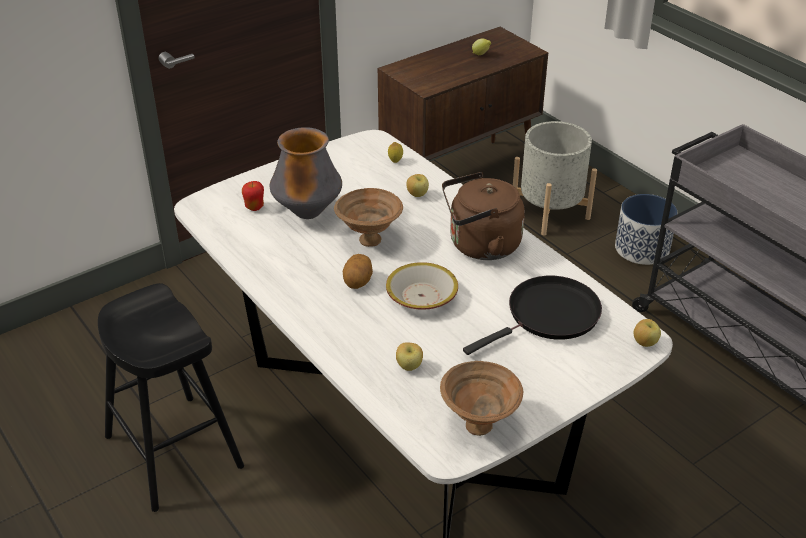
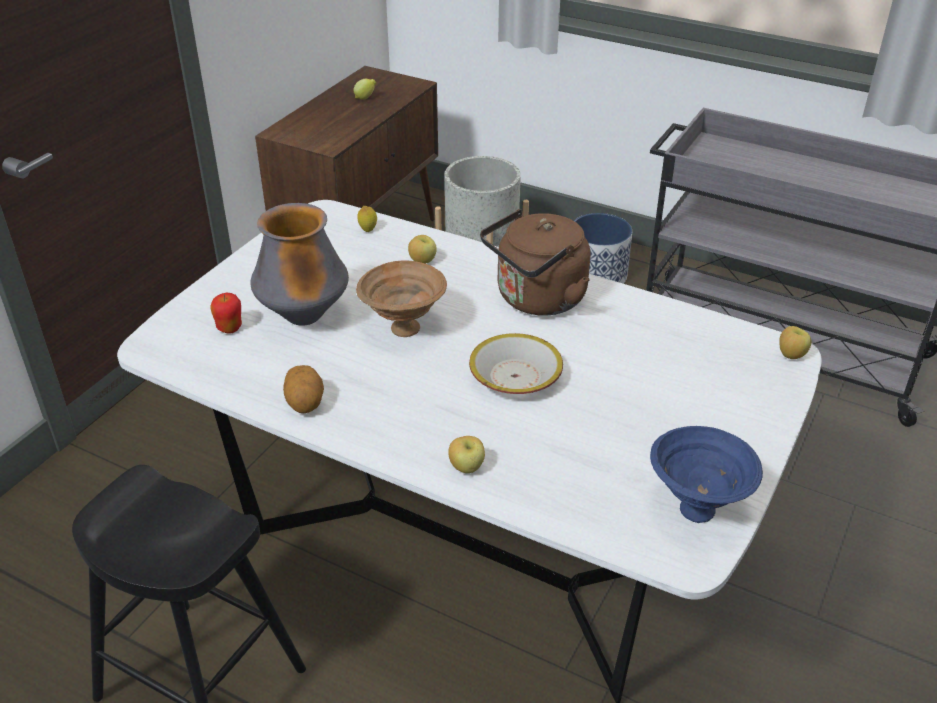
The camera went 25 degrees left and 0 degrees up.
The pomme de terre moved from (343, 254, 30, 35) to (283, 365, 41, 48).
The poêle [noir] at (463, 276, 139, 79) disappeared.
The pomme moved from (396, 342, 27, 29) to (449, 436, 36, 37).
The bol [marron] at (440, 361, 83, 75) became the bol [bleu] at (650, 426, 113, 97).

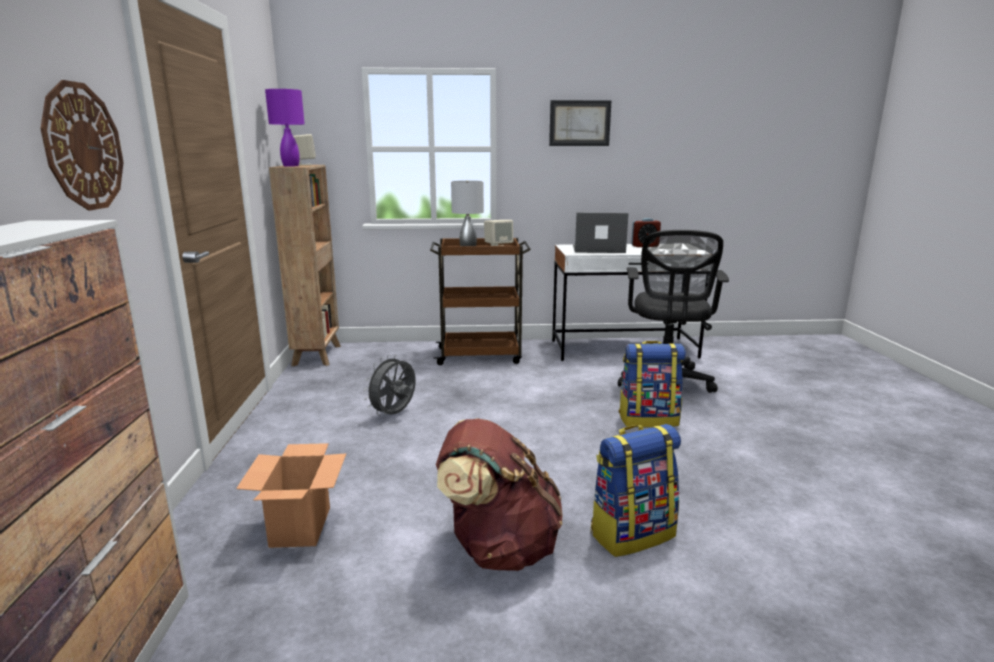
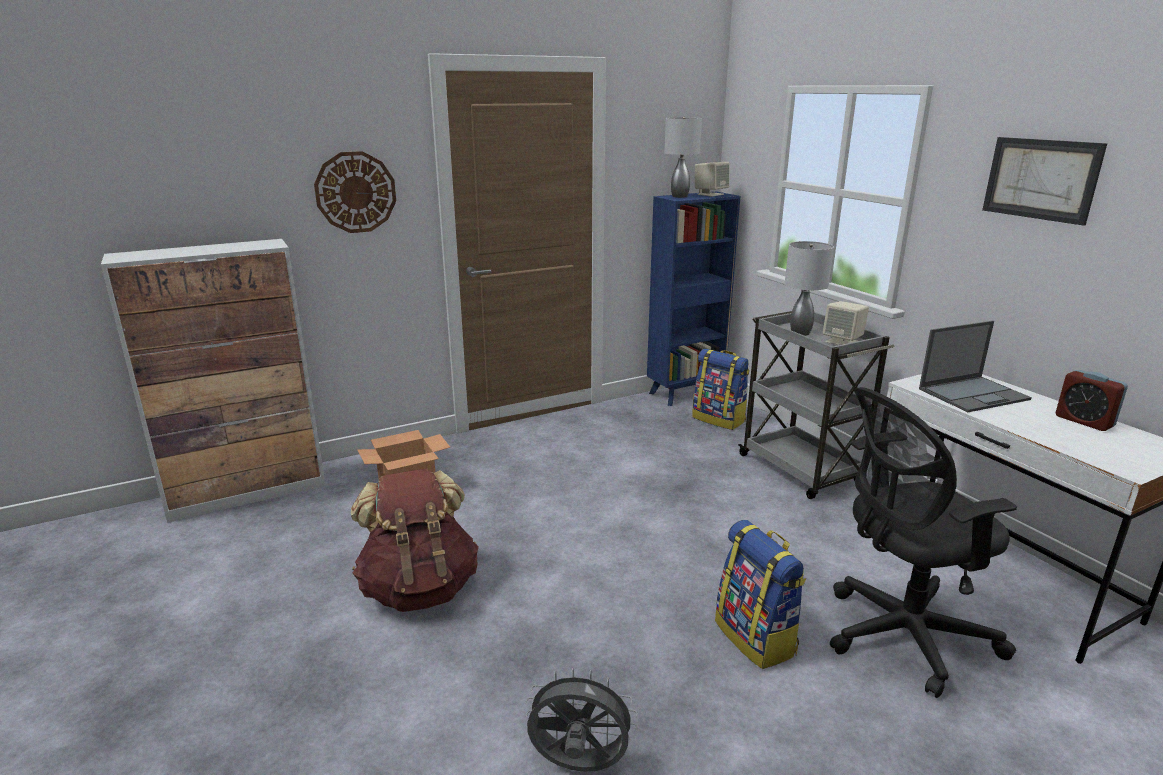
The camera went 65 degrees right and 5 degrees up.
The lampe de table [violet] at (265, 89, 40, 77) became the lampe de table [gris] at (664, 117, 38, 81).
The bibliothèque [marron] at (269, 165, 72, 201) became the bibliothèque [bleu] at (647, 191, 93, 215).
The ordinateur portable at (573, 213, 56, 40) turned 90 degrees clockwise.
The chariot [marron] at (430, 238, 101, 127) became the chariot [gris] at (738, 311, 156, 188).
The ventilateur [gris] moved from (364, 354, 52, 61) to (525, 668, 113, 104).
The sac à dos moved from (591, 424, 90, 133) to (692, 349, 57, 81).

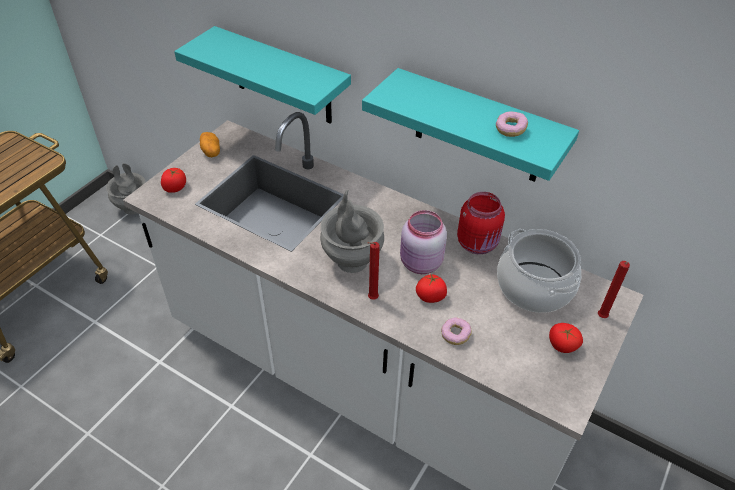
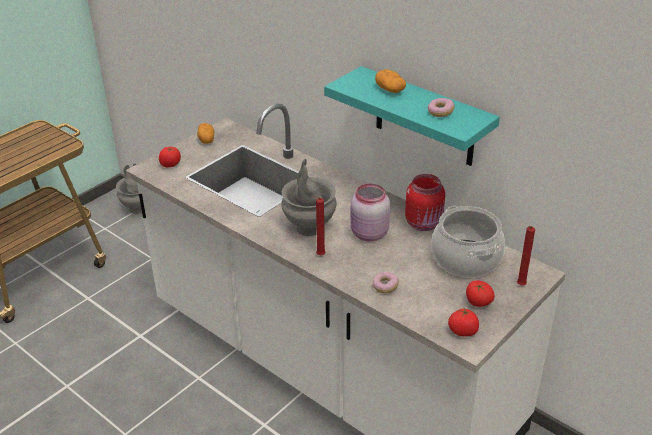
The camera went 10 degrees right and 10 degrees down.
The étagère [turquoise] at (174, 26, 177, 98) disappeared.
The tomate moved from (416, 273, 31, 30) to (448, 308, 31, 28).
The pomme de terre at (375, 69, 31, 24) appeared.

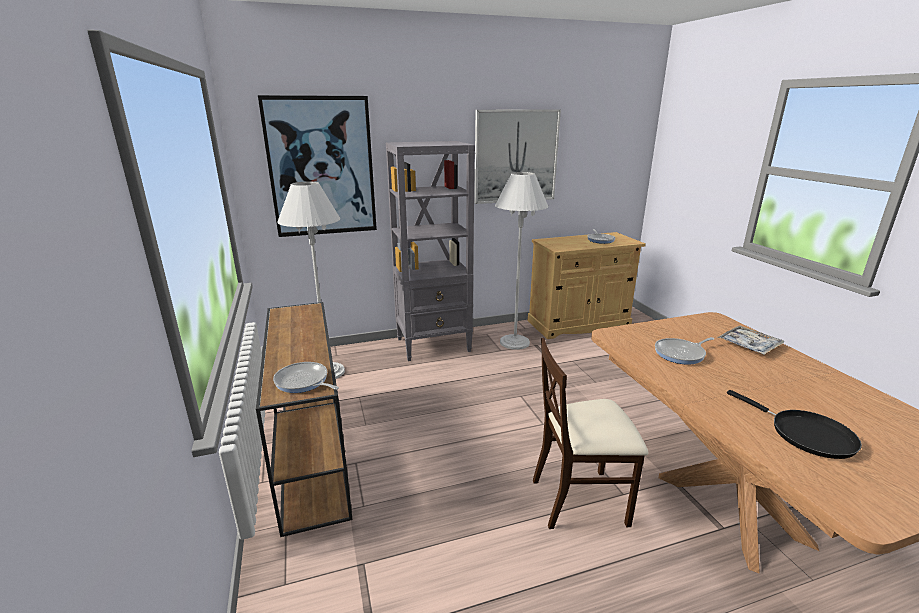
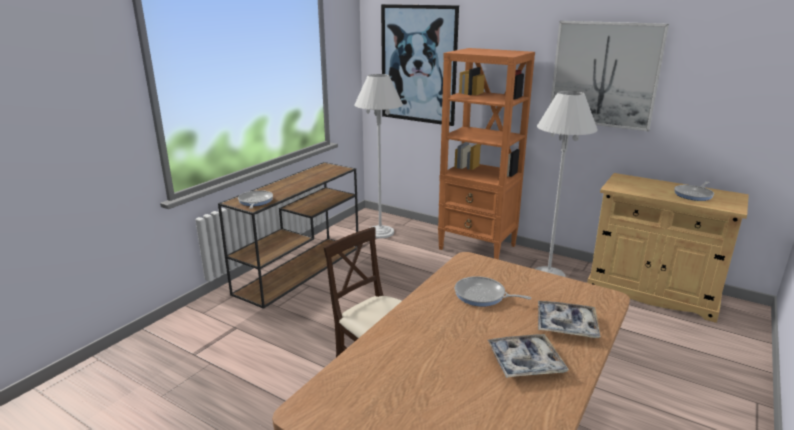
The camera went 50 degrees right and 0 degrees up.
The bibliothèque [gris] at (386, 141, 89, 220) became the bibliothèque [orange] at (438, 48, 97, 212).
The poêle [noir] at (727, 390, 135, 69) disappeared.
The plateau at (487, 334, 82, 44) appeared.

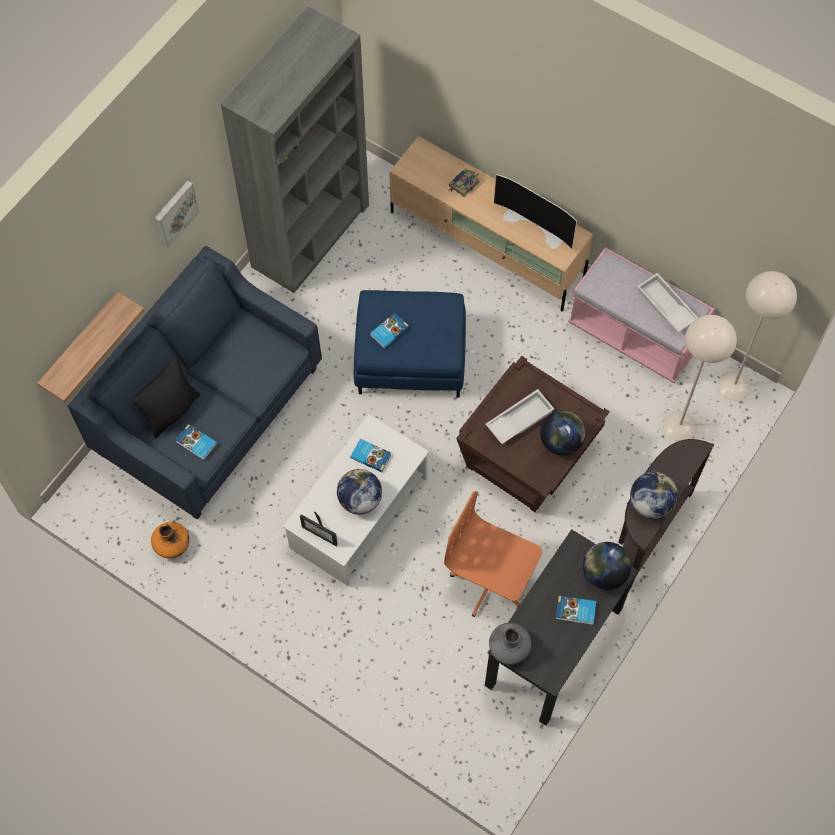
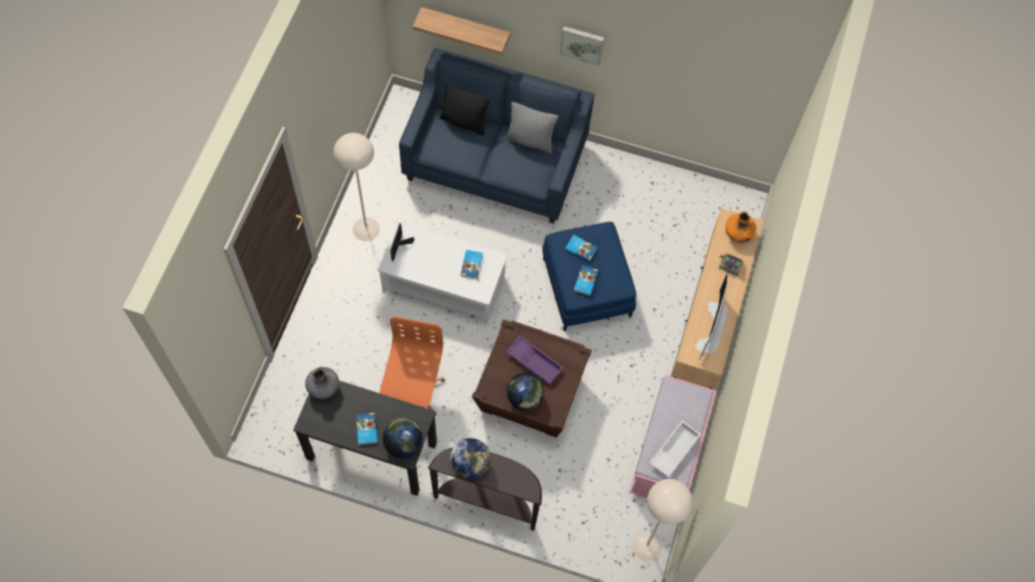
The camera went 70 degrees right and 0 degrees up.
The bibliothèque [gris] at (221, 6, 148, 287) disappeared.
The lampadaire [beige] moved from (663, 315, 74, 126) to (333, 133, 47, 108).
The plateau [blanc] at (486, 389, 68, 55) became the plateau [violet] at (506, 336, 57, 49).
The livre moved from (176, 424, 41, 36) to (574, 265, 25, 31).
The globe at (337, 469, 45, 46) disappeared.
The vase [orange] moved from (151, 522, 38, 37) to (725, 212, 31, 30).
The coussin [gris] at (505, 102, 53, 51) appeared.

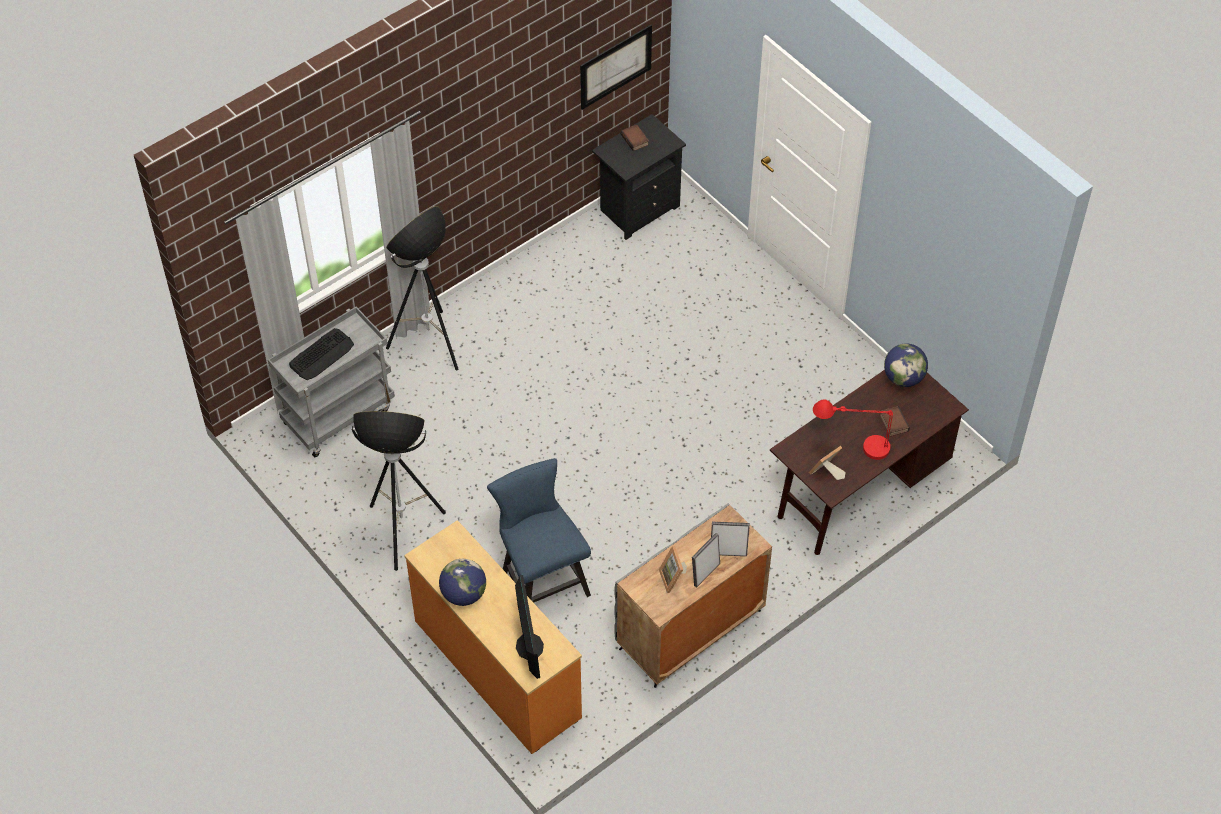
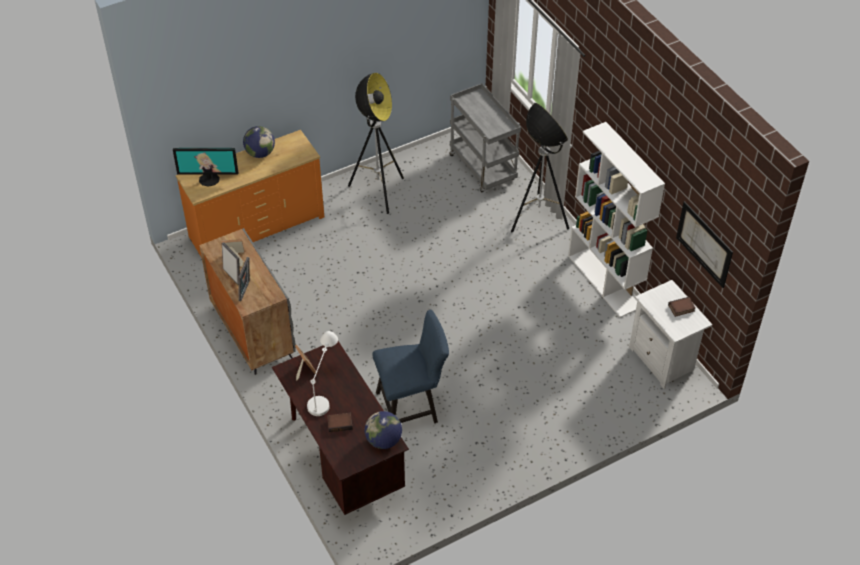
The camera went 100 degrees right and 5 degrees down.
The table de chevet [noir] at (592, 114, 94, 126) became the table de chevet [blanc] at (629, 280, 84, 109).
The clavier at (289, 328, 65, 52) disappeared.
The lampe de table [rouge] at (813, 399, 80, 61) became the lampe de table [blanc] at (307, 331, 31, 85).
The chaise [bleu] moved from (487, 458, 104, 145) to (372, 309, 77, 114).
The bibliothèque [blanc] at (568, 122, 97, 196) appeared.

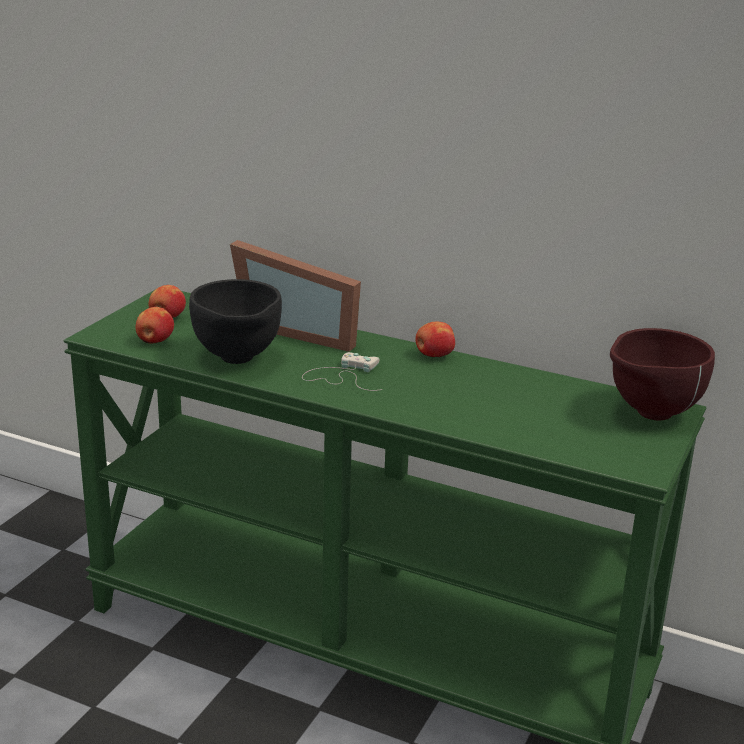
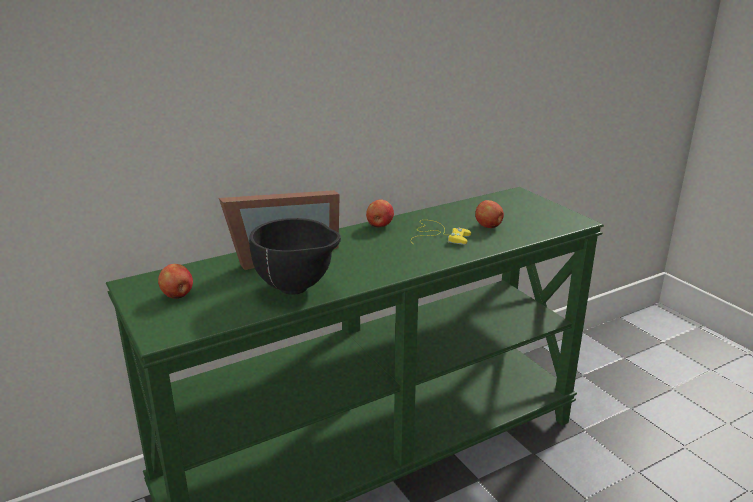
The camera went 55 degrees left and 0 degrees up.
The pomme moved from (136, 307, 38, 37) to (475, 200, 29, 28).
The bol [marron] at (610, 328, 105, 92) disappeared.
The manette [blanc] at (302, 352, 81, 39) disappeared.
The manette [jaune] at (411, 220, 60, 25) appeared.

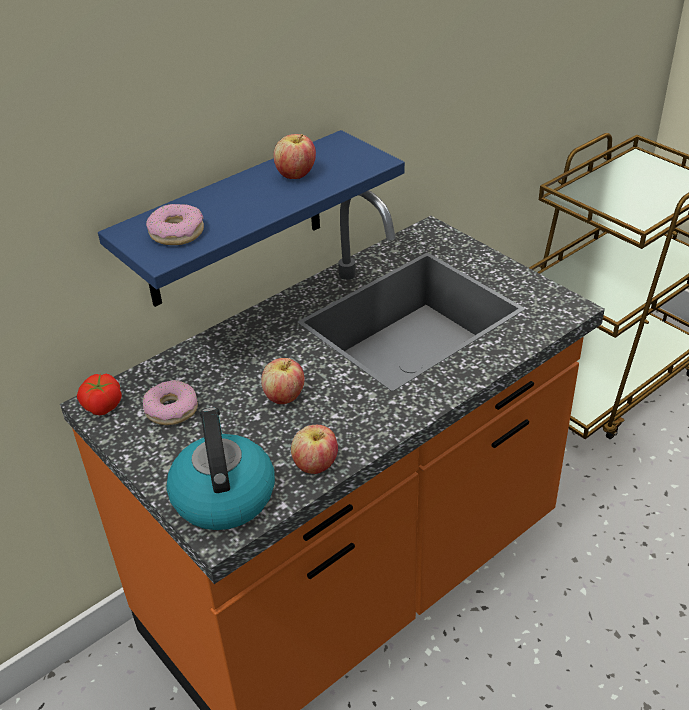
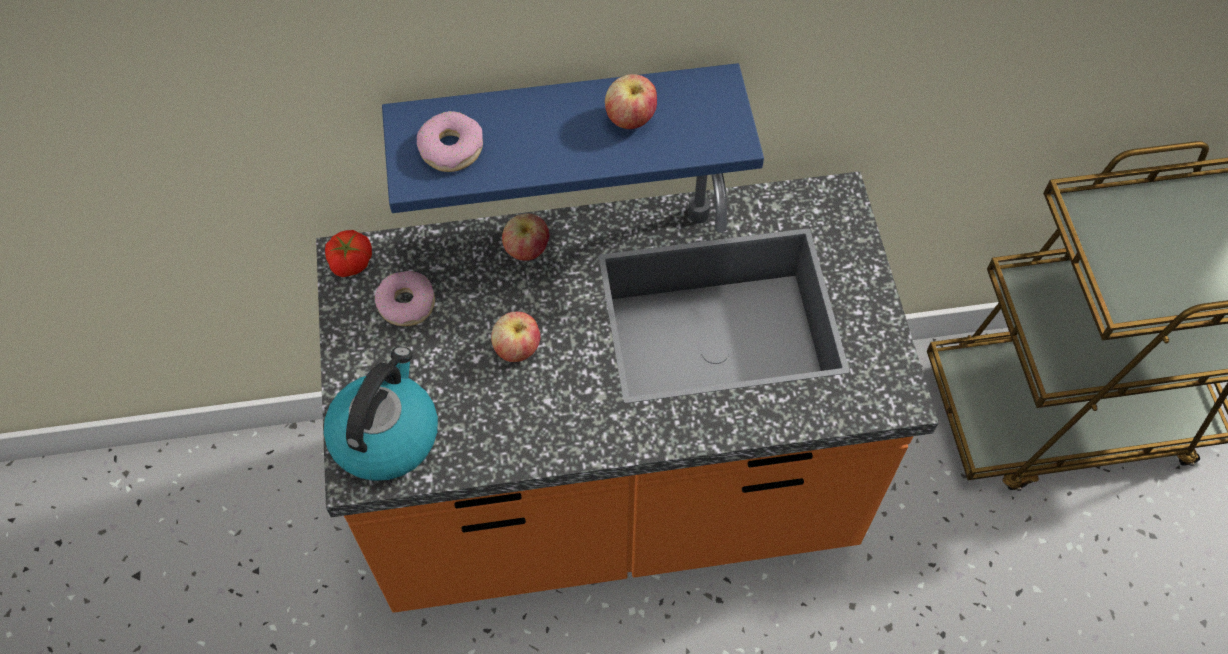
The camera went 30 degrees right and 20 degrees up.
The pomme moved from (291, 425, 47, 49) to (502, 213, 47, 48).

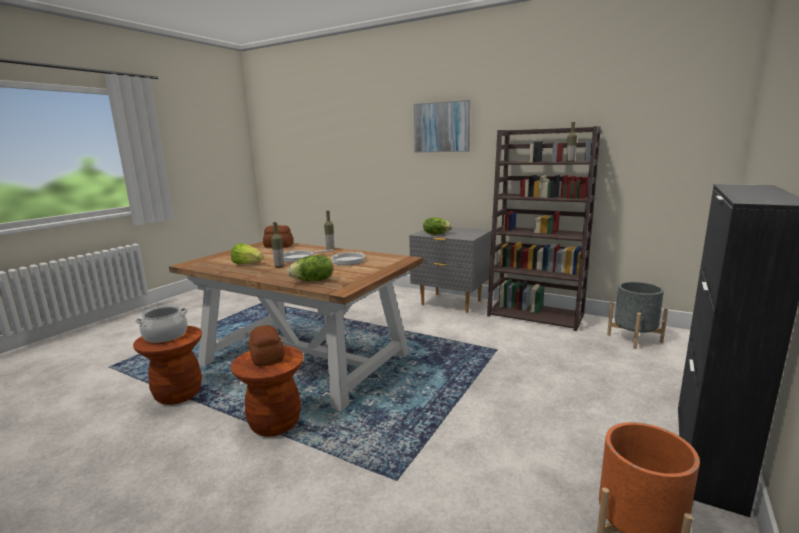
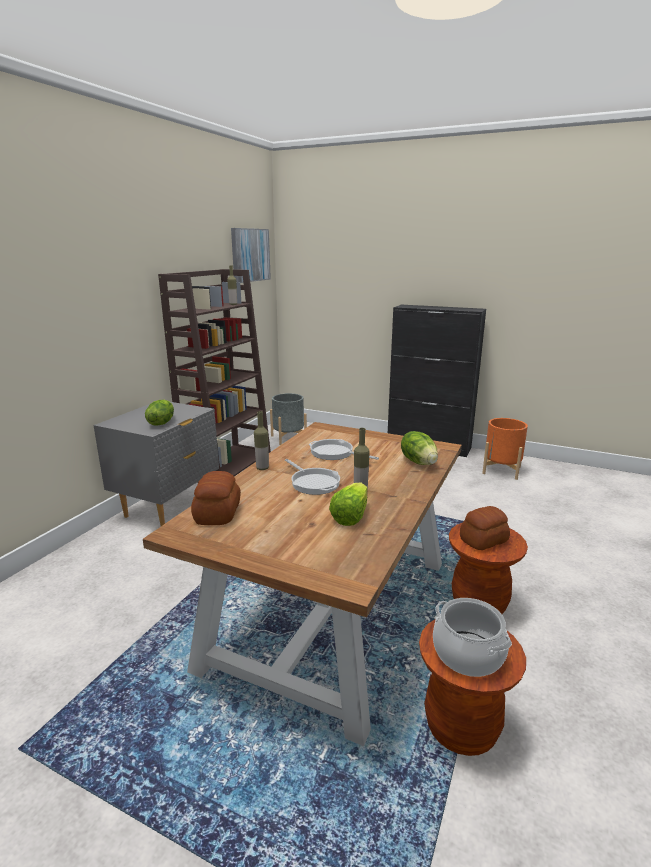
The camera went 95 degrees left and 5 degrees up.
The tableau moved from (414, 100, 56, 53) to (231, 228, 40, 55).

